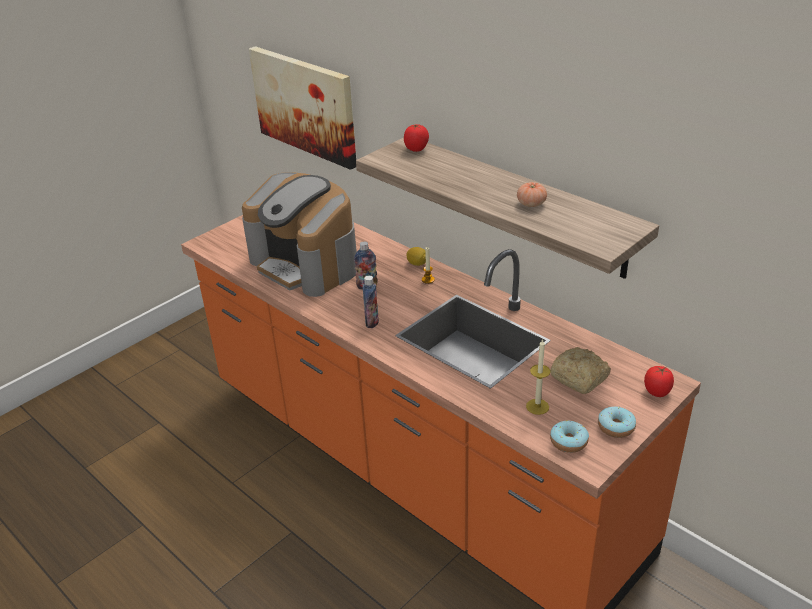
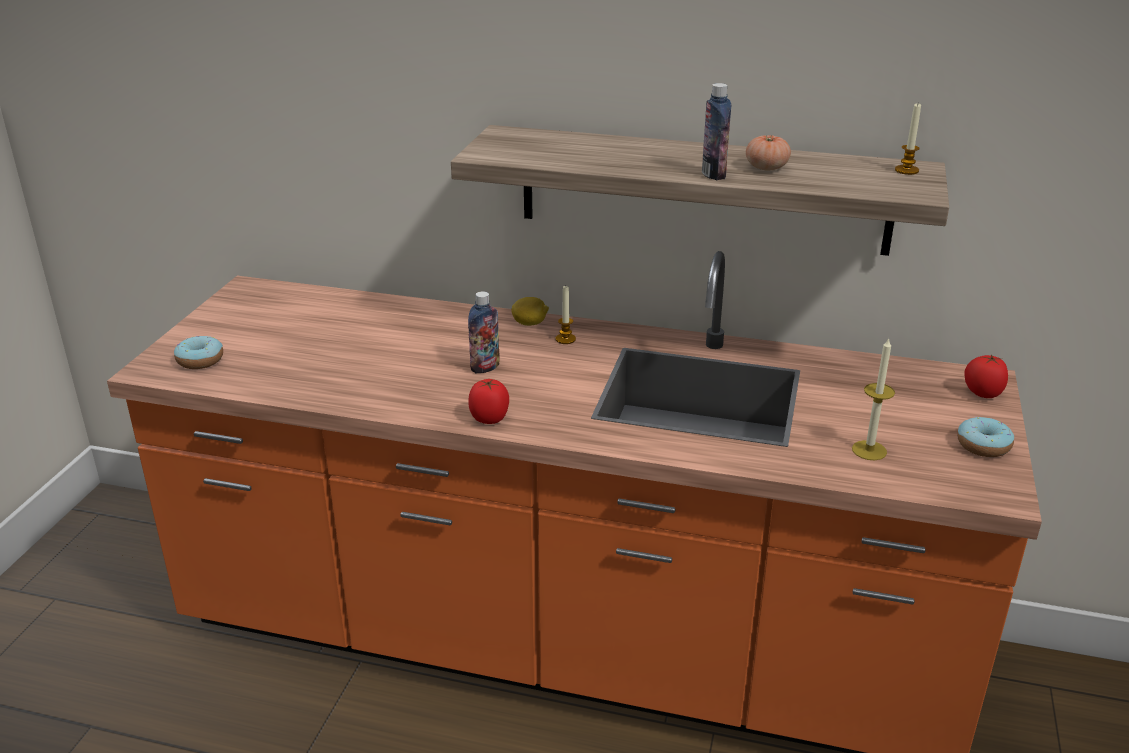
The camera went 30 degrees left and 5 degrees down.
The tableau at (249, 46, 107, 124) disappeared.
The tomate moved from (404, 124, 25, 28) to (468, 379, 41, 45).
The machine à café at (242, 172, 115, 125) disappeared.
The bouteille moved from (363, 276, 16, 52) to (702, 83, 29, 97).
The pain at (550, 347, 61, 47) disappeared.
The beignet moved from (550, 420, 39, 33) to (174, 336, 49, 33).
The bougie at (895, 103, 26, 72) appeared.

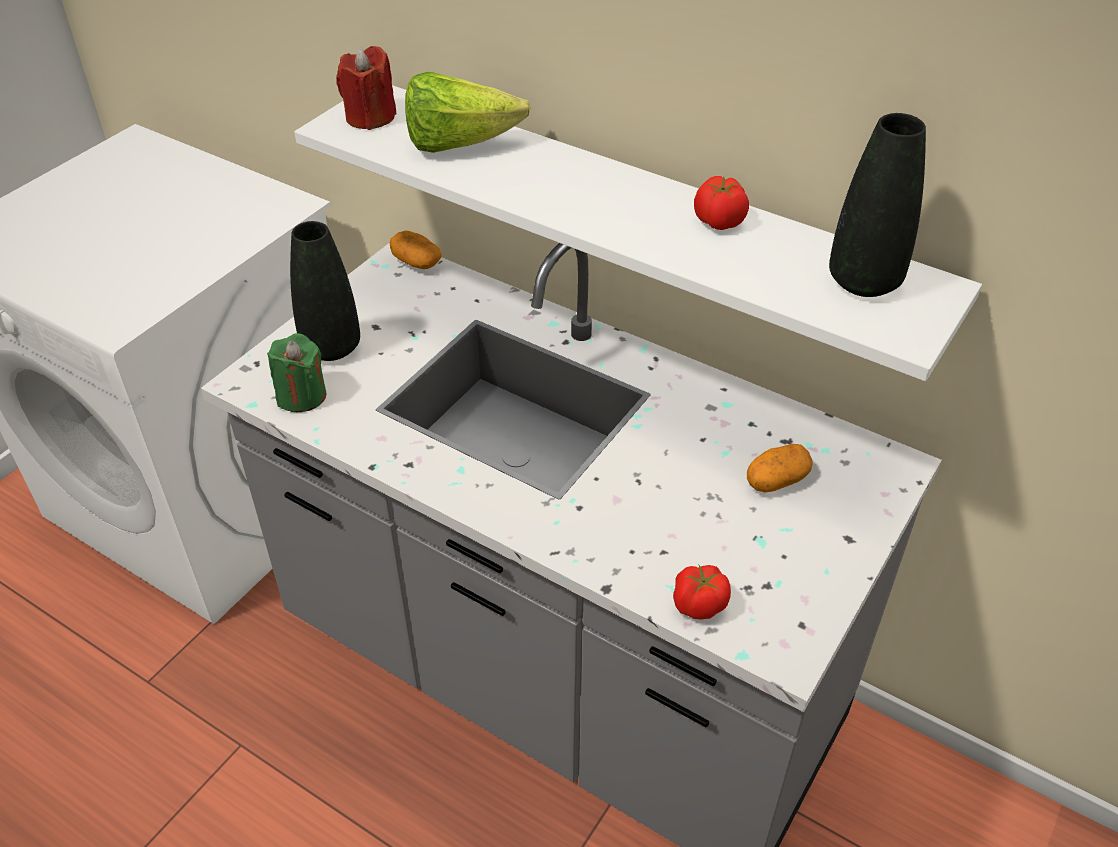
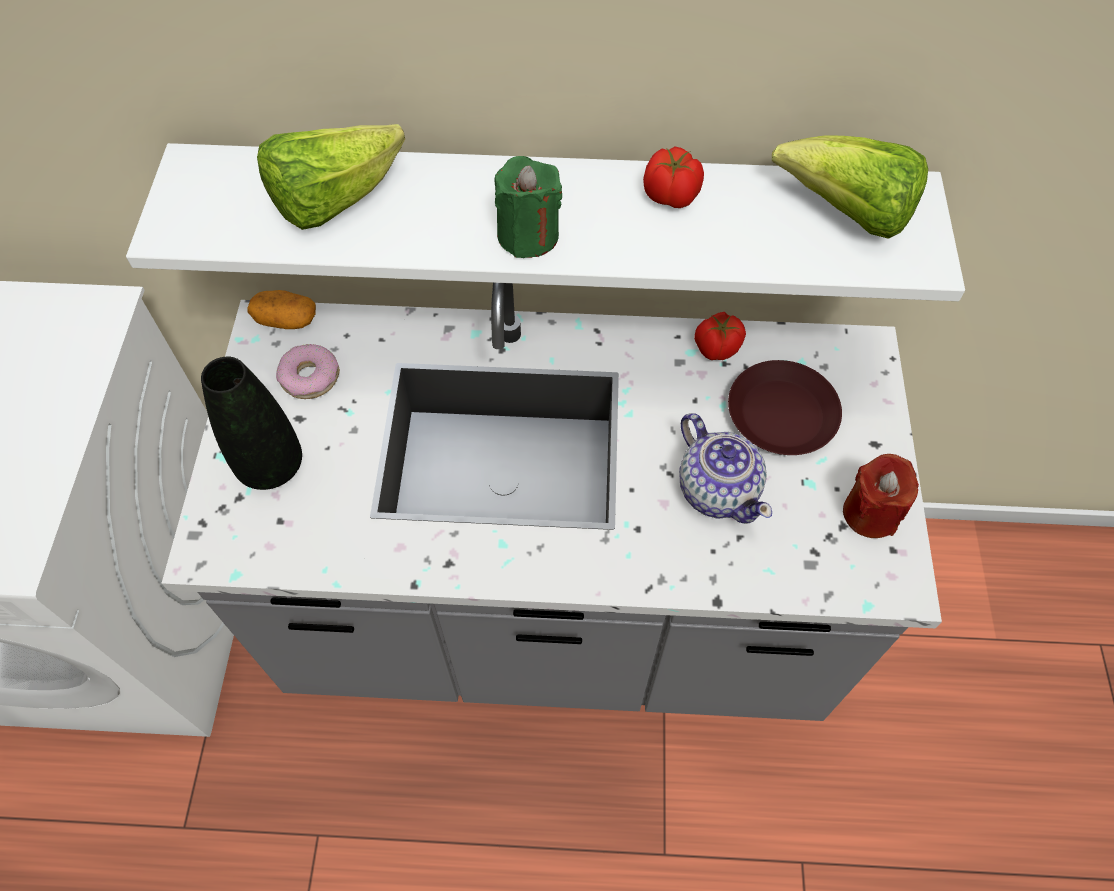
The camera went 30 degrees left and 15 degrees up.
The bougie [rouge] moved from (336, 46, 61, 84) to (843, 454, 76, 84).
The vase [noir] at (829, 113, 97, 184) was replaced by the laitue at (772, 135, 156, 104).
The bougie [vert] moved from (267, 333, 59, 79) to (495, 156, 67, 102).
The pomme de terre at (747, 444, 66, 48) was replaced by the assiette [marron] at (728, 360, 114, 95).
The tomate moved from (673, 565, 58, 54) to (694, 312, 52, 48).
The beignet at (276, 344, 64, 55) appeared.
The théière at (679, 413, 93, 111) appeared.

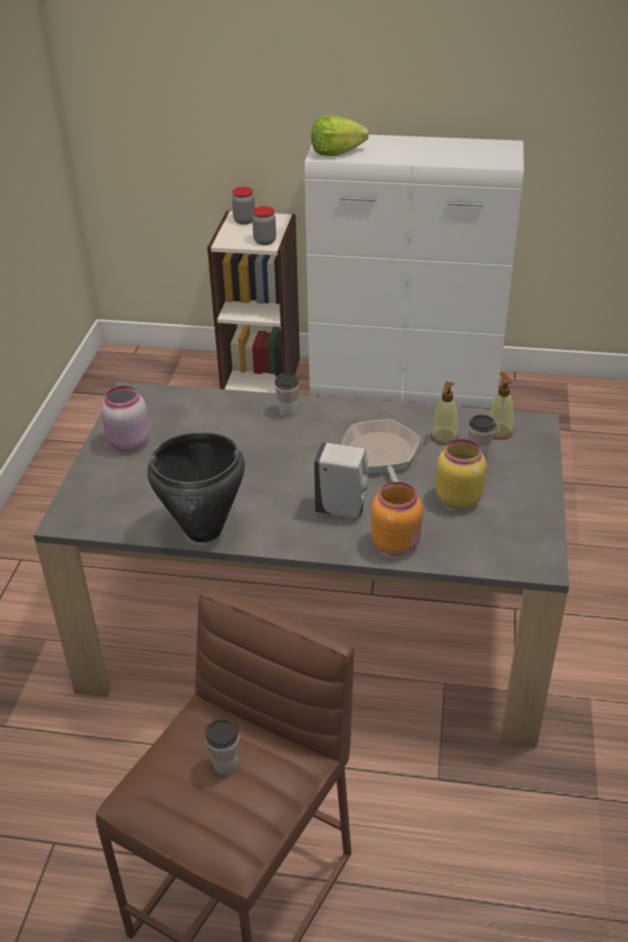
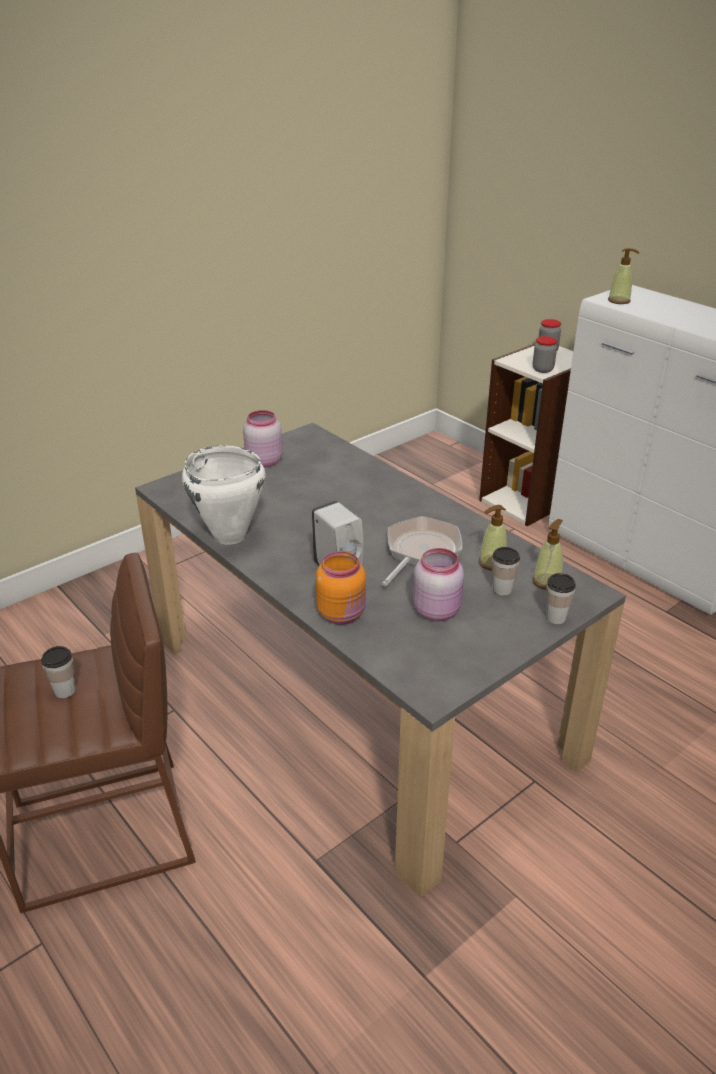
The camera went 40 degrees right and 5 degrees down.
The laitue at (311, 115, 58, 41) was replaced by the distributeur de savon at (608, 248, 32, 56).
The tasse moved from (275, 373, 24, 44) to (546, 573, 30, 51).
The marmite [noir] at (147, 432, 98, 111) became the marmite [blanc] at (182, 446, 84, 99).
The bocal [jaune] at (436, 439, 50, 71) became the bocal [rose] at (413, 548, 51, 73).

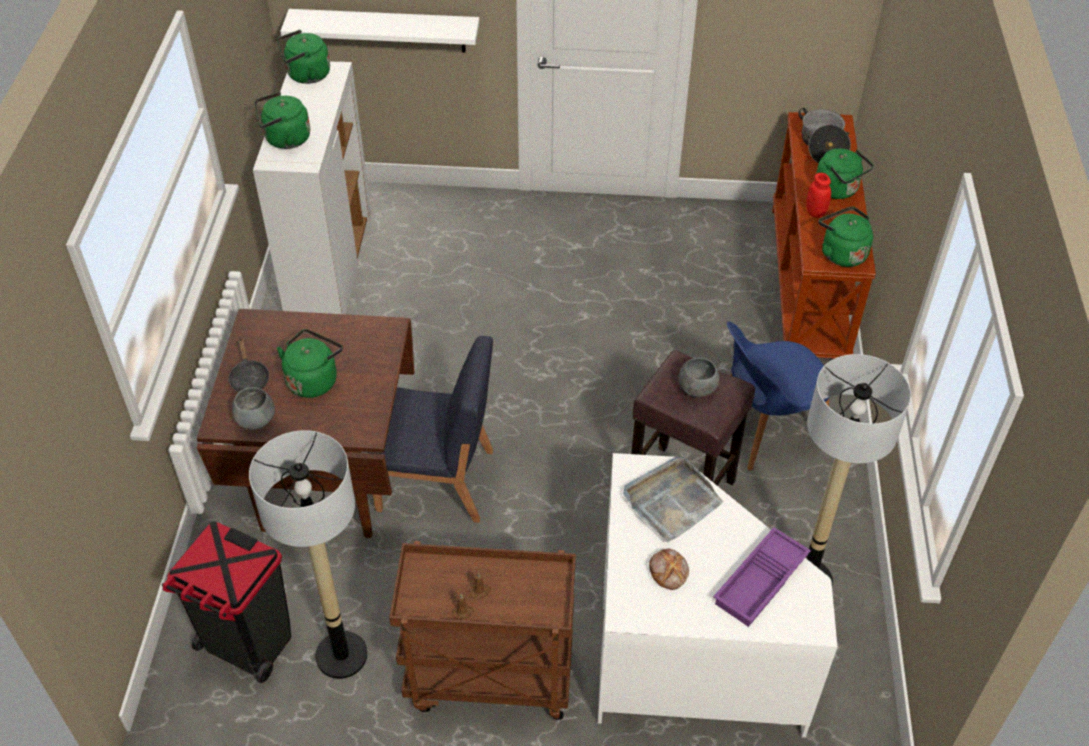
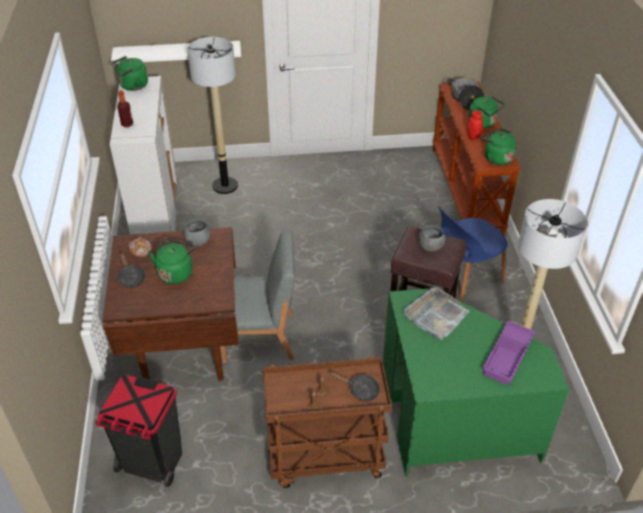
The camera went 10 degrees left and 5 degrees down.
The bouilloire [vert] at (255, 92, 55, 57) was replaced by the bouteille at (117, 90, 16, 37).
The chaise [bleu] at (368, 336, 125, 187) became the chaise [gris] at (216, 230, 79, 133).
The bol [gris] moved from (232, 387, 43, 43) to (184, 219, 27, 27).
The lampadaire moved from (249, 430, 119, 249) to (187, 37, 51, 157).
The bureau [blanc] at (598, 453, 239, 285) became the bureau [vert] at (383, 288, 186, 188).
The pain moved from (649, 549, 40, 41) to (128, 237, 24, 21).
The poêle [noir] at (329, 372, 51, 29) appeared.

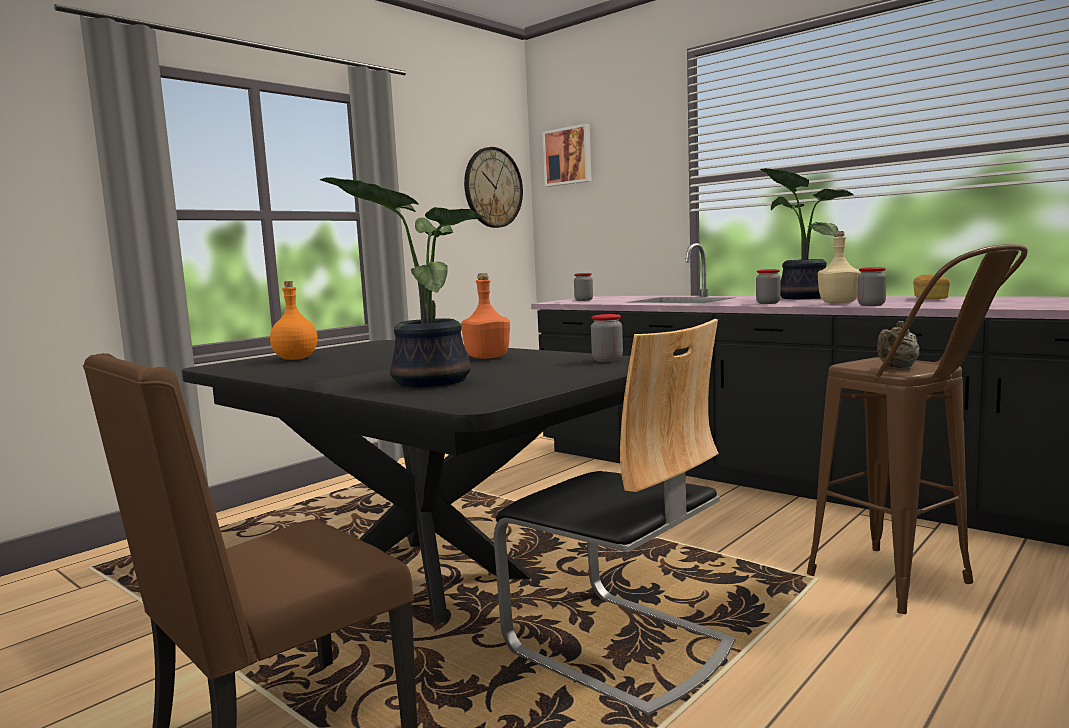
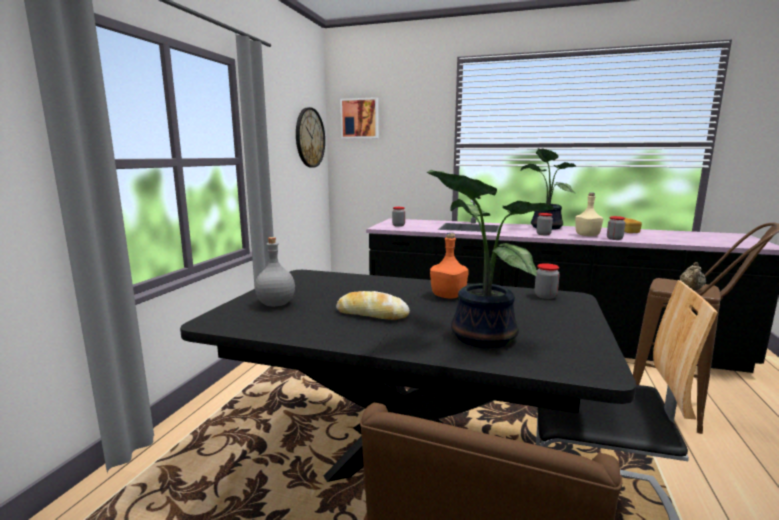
The camera went 25 degrees left and 5 degrees up.
The bouteille [orange] at (270, 281, 47, 79) became the bouteille [gris] at (255, 237, 40, 69).
The pain at (336, 291, 74, 29) appeared.

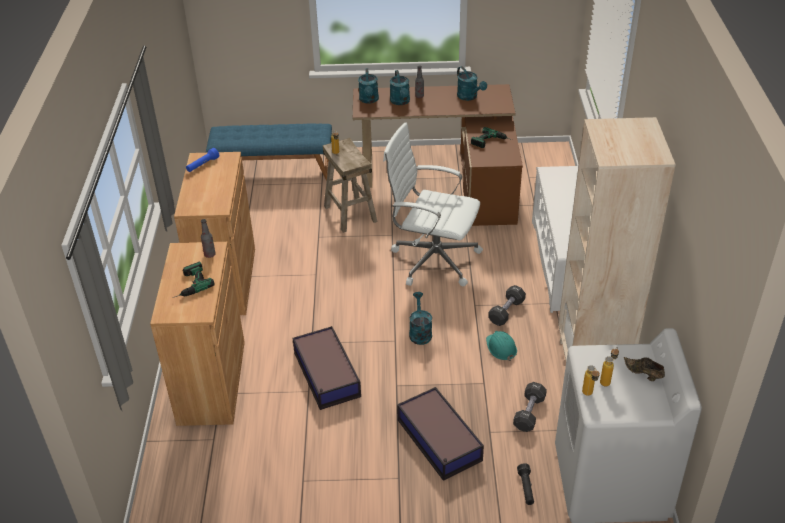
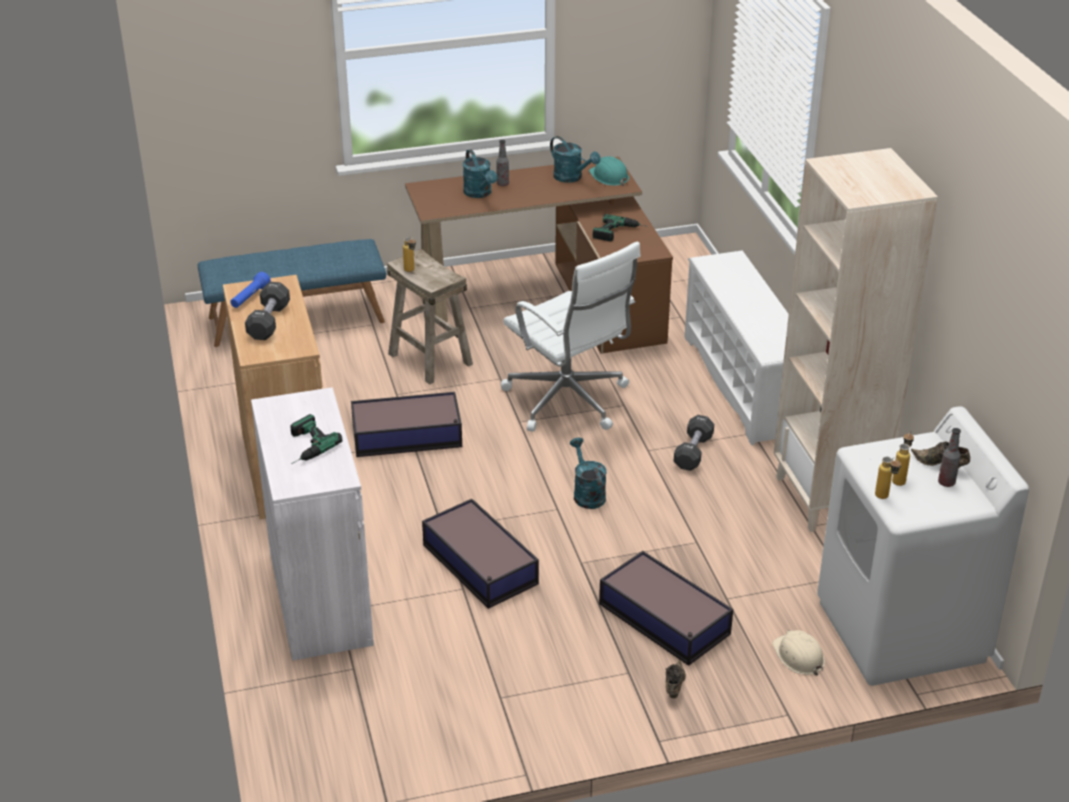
The camera went 15 degrees left and 5 degrees down.
The arrosoir [turquoise] at (358, 68, 21, 36) disappeared.
The chaise de bureau [blanc] at (383, 122, 100, 164) turned 135 degrees counterclockwise.
The bouteille moved from (201, 219, 15, 39) to (938, 428, 23, 59).
The meuble de rangement [marron] at (150, 242, 95, 184) became the meuble de rangement [blanc] at (251, 387, 123, 274).
The casque de chantier [turquoise] moved from (486, 331, 31, 30) to (589, 156, 40, 30).
The haltère [noir] moved from (513, 382, 34, 50) to (245, 282, 45, 58).
The lampe de poche [noir] at (517, 463, 17, 42) was replaced by the casque de chantier [beige] at (773, 630, 52, 45).
The boîte de rangement at (351, 392, 111, 65) appeared.
The chaussure [marron] at (665, 659, 21, 39) appeared.

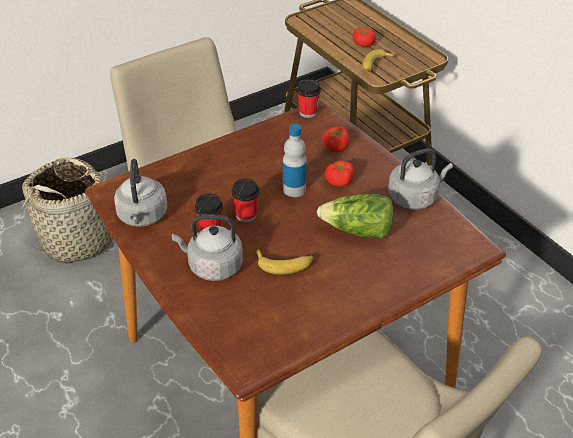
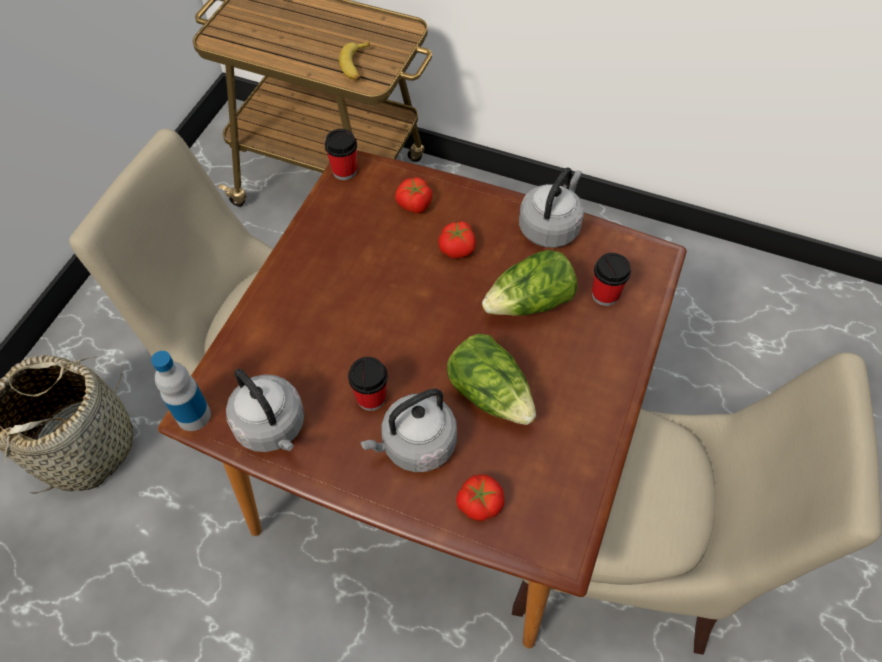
The camera went 35 degrees left and 15 degrees up.
The tomate moved from (353, 27, 23, 20) to (456, 474, 49, 47).
The bouteille moved from (283, 124, 24, 73) to (151, 351, 60, 80).
The tasse moved from (231, 179, 28, 44) to (592, 253, 39, 53).
The banane at (255, 249, 59, 25) was replaced by the laitue at (447, 334, 89, 91).

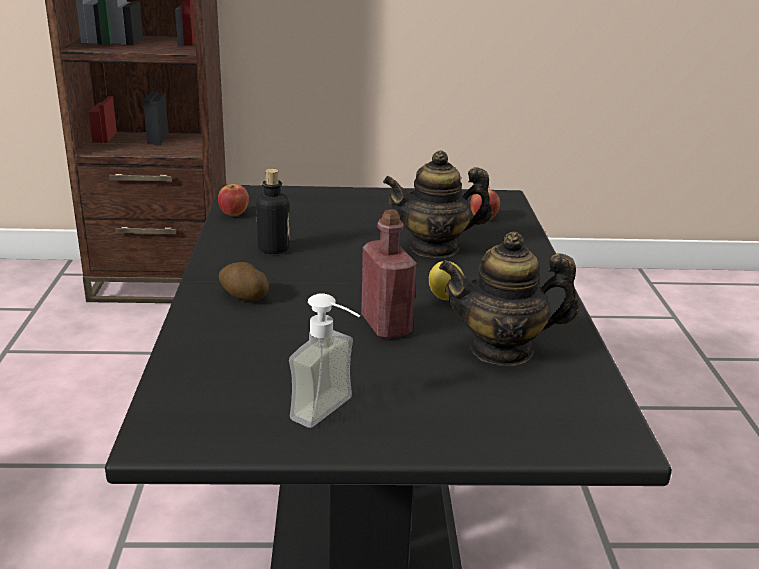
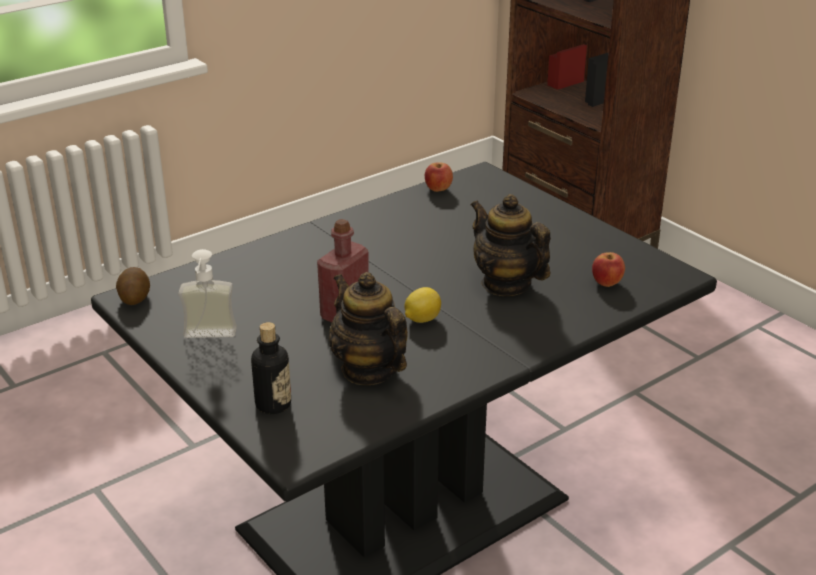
The camera went 55 degrees right and 5 degrees up.
The bouteille moved from (256, 169, 34, 85) to (251, 322, 40, 92).
The pomme de terre moved from (219, 262, 50, 39) to (116, 267, 34, 38).

